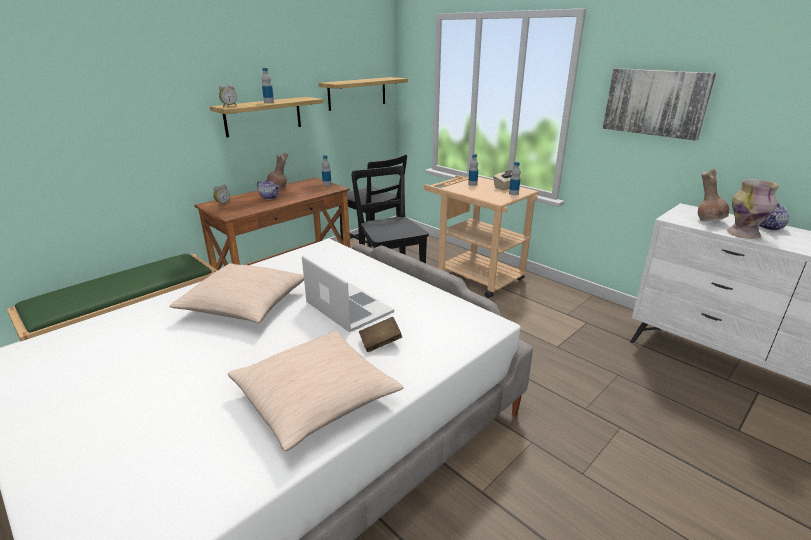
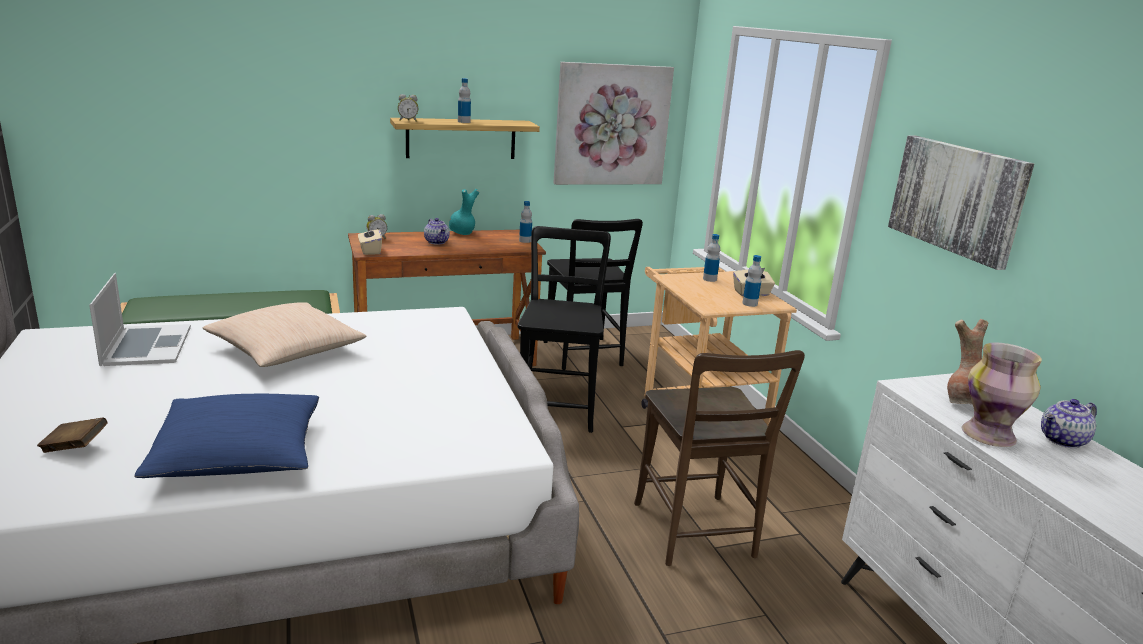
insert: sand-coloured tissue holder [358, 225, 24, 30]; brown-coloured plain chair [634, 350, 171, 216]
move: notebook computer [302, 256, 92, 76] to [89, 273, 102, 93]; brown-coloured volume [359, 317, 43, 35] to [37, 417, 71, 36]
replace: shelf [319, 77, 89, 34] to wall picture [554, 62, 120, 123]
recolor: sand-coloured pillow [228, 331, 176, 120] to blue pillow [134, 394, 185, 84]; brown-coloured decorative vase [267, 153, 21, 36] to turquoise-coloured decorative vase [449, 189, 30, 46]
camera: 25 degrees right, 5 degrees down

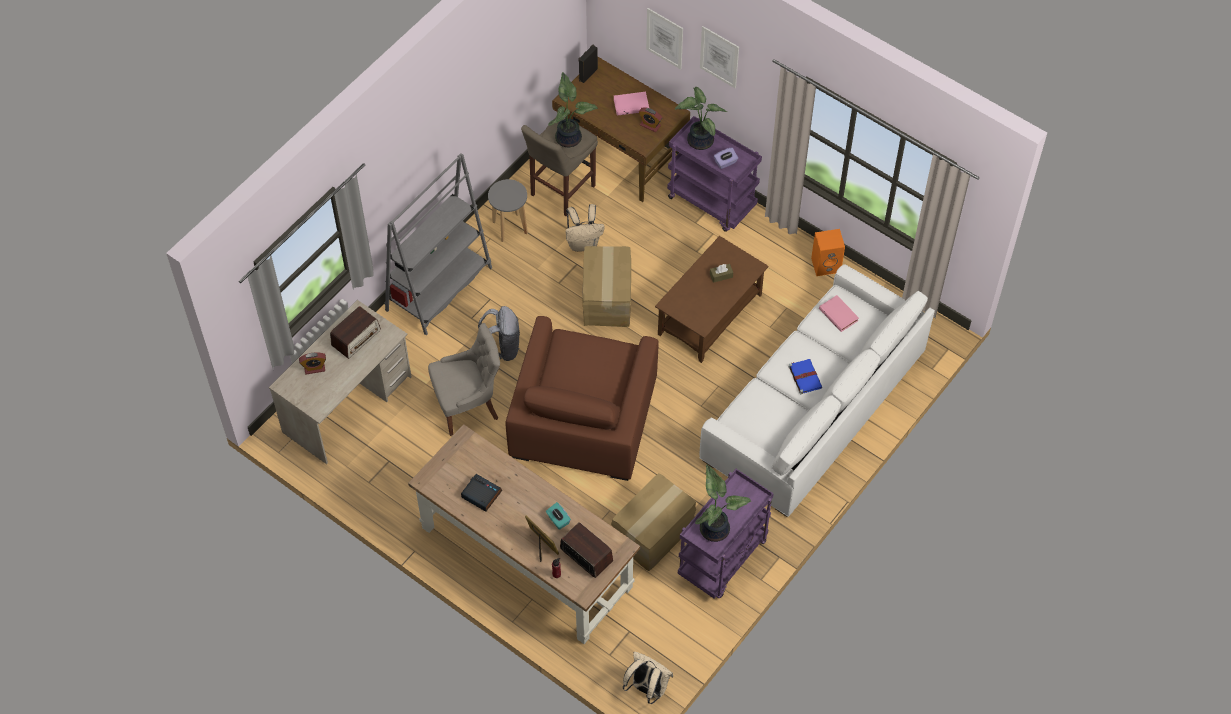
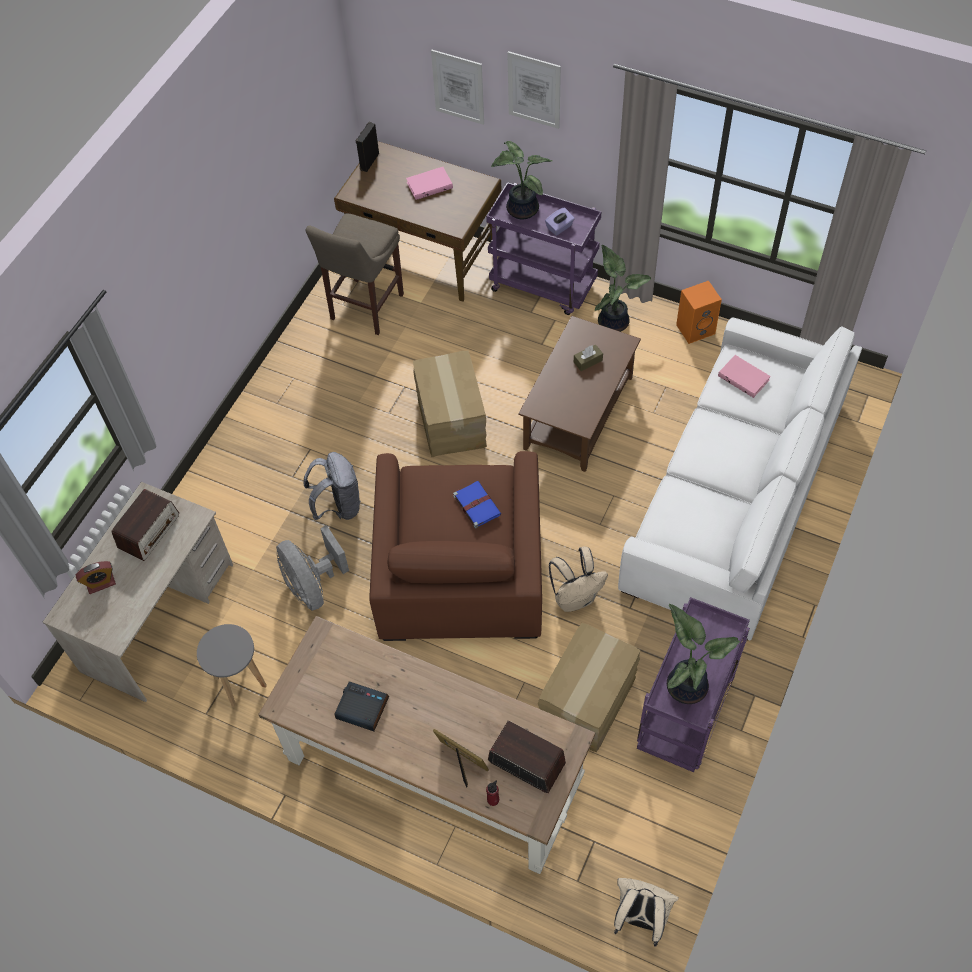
delete: grey shelving unit [384, 153, 108, 182]; turquoise-coloured tissue holder [546, 502, 25, 28]; alarm clock [639, 107, 23, 25]
move: grey sitting stool [488, 179, 40, 63] to [197, 624, 70, 83]; houseplant [548, 72, 50, 75] to [595, 245, 57, 87]; sand-coloured knapsack [566, 204, 39, 48] to [549, 547, 59, 65]; blue volume [788, 359, 34, 35] to [453, 481, 48, 48]
replace: grey plain chair [428, 323, 72, 113] to grey cooling fan [276, 525, 73, 86]
camera: 10 degrees left, 0 degrees up

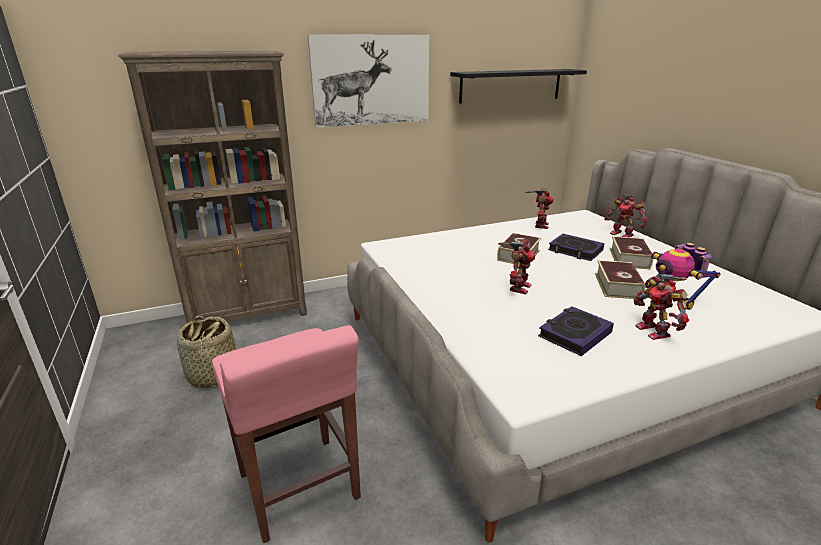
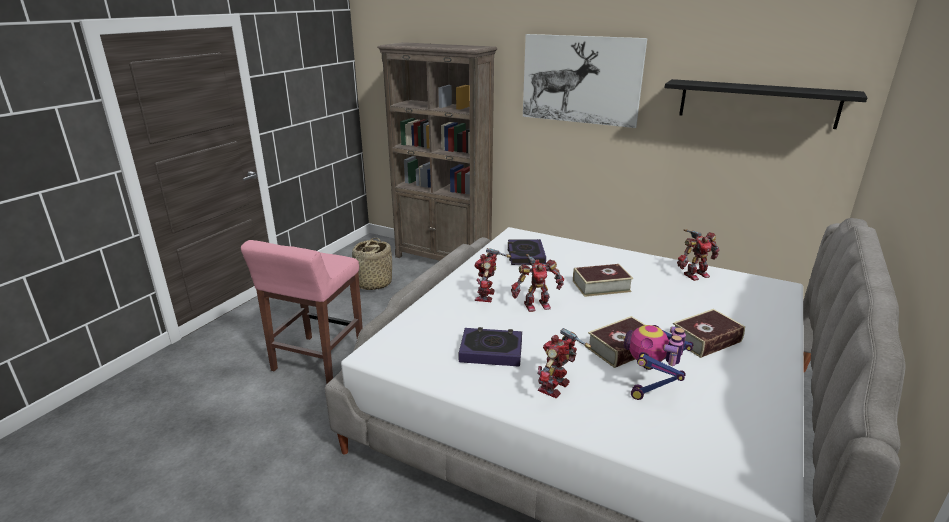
move: volume [548, 234, 56, 27] to [508, 239, 38, 26]; robot figure [604, 195, 44, 42] to [474, 248, 37, 54]
camera: 50 degrees right, 0 degrees up

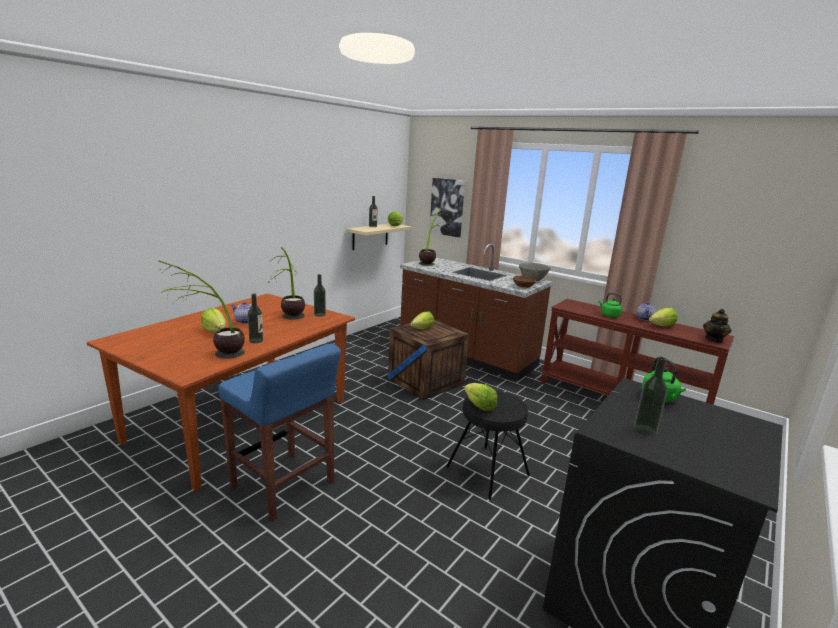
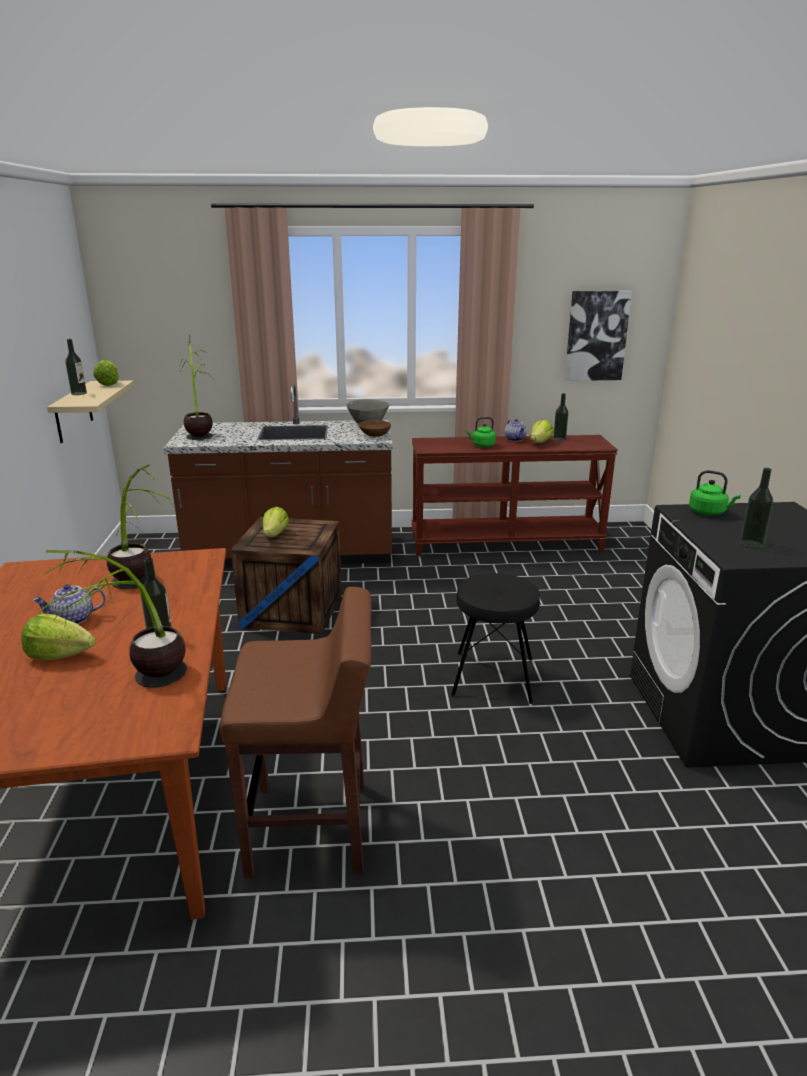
delete: head of lettuce [464, 383, 33, 28]; teapot [703, 309, 29, 34]
move: beverage bottle [314, 274, 12, 43] to [553, 393, 15, 48]; wall picture [429, 178, 36, 59] to [565, 291, 67, 90]
recolor: blue sitting stool [218, 343, 123, 178] to brown-coloured sitting stool [220, 587, 152, 291]
camera: 40 degrees left, 5 degrees up

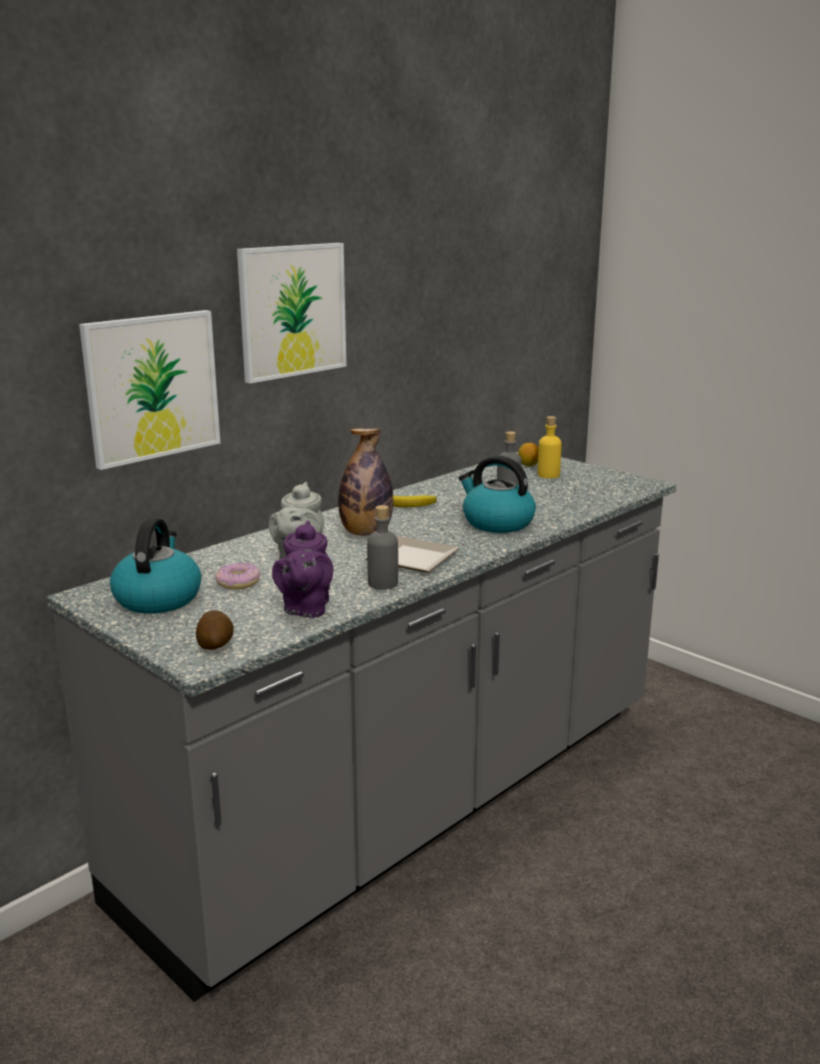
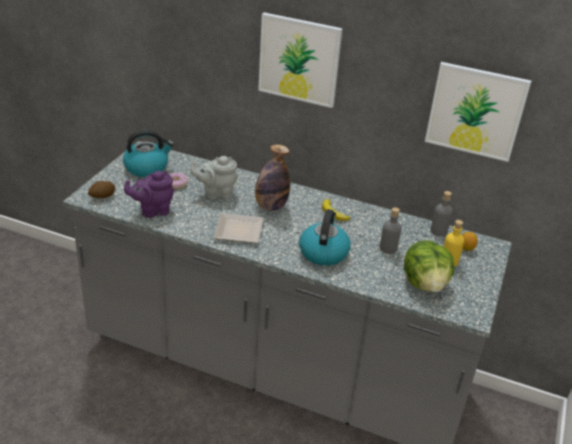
insert: head of lettuce [404, 240, 50, 53]
move: wall picture [79, 310, 141, 160] to [425, 62, 106, 100]; grey beverage bottle [367, 505, 31, 85] to [430, 191, 23, 45]
camera: 65 degrees right, 15 degrees up

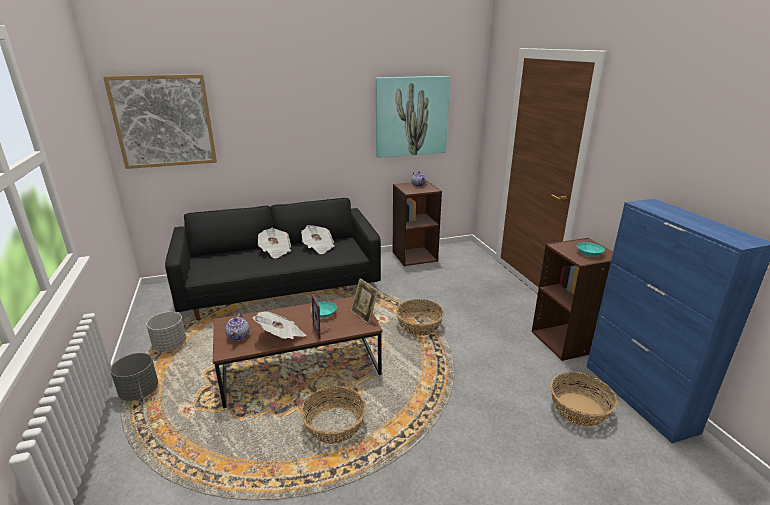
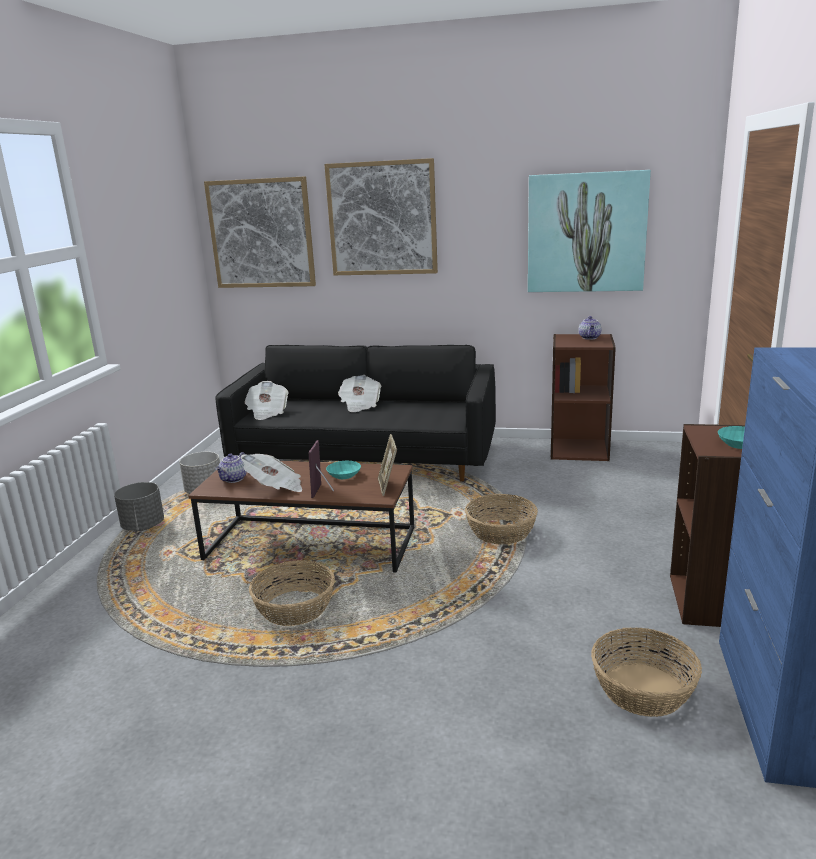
insert: wall picture [324, 158, 114, 117]
move: printed paper [301, 225, 33, 29] to [244, 381, 45, 39]
camera: 30 degrees right, 5 degrees down

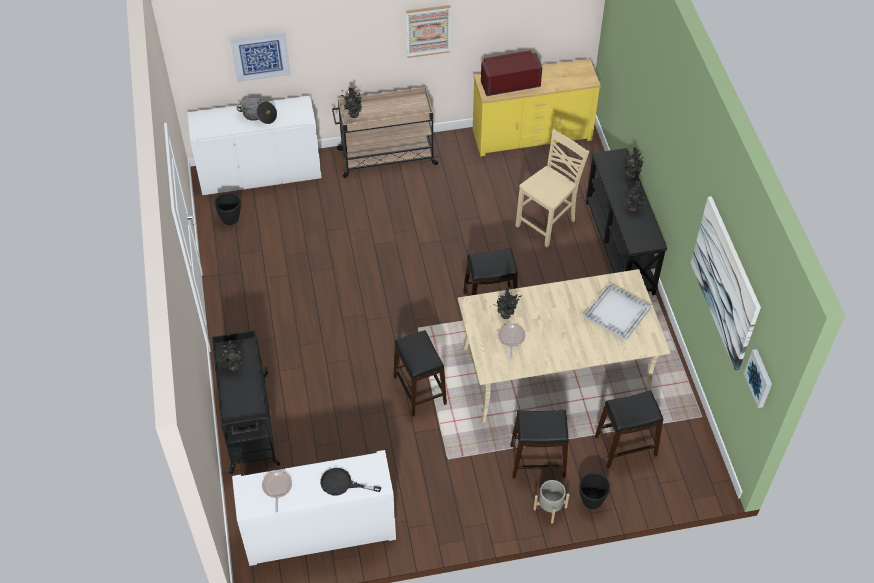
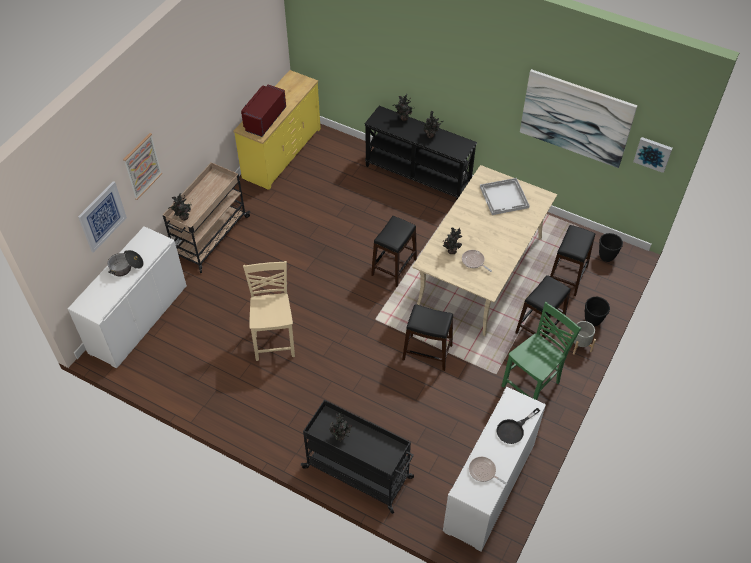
insert: greenish plain chair [502, 302, 79, 98]
move: blackish plant pot [214, 192, 27, 33] to [599, 233, 24, 29]; wall picture [406, 5, 45, 53] to [123, 133, 39, 67]; sand-coloured plain chair [516, 129, 73, 119] to [243, 261, 52, 100]
camera: 50 degrees left, 0 degrees up

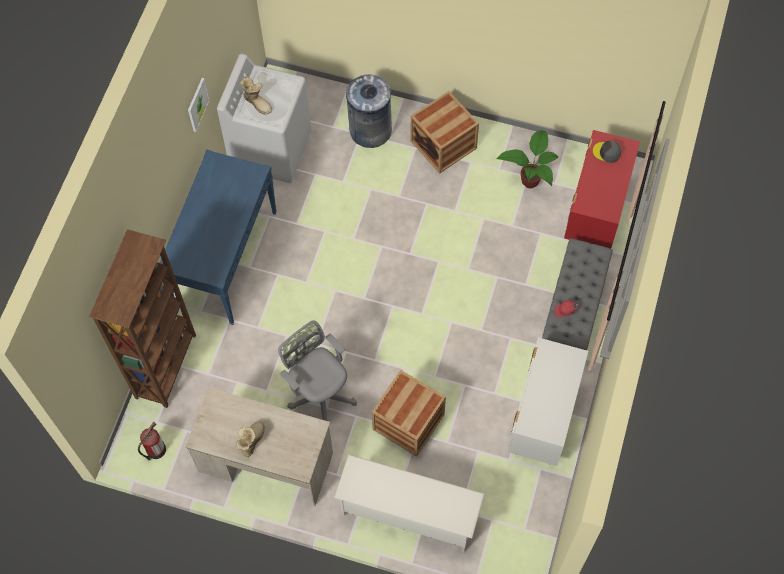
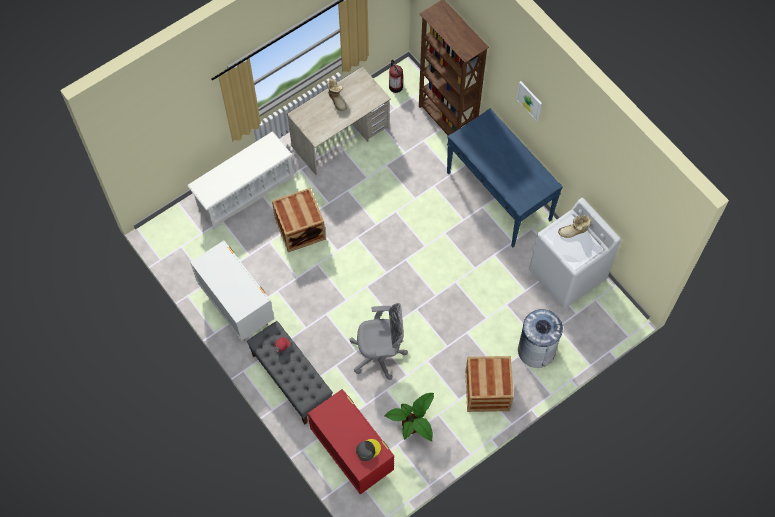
move: wall picture [188, 78, 22, 54] to [516, 81, 26, 40]; grey computer chair [278, 320, 79, 101] to [349, 303, 59, 77]
camera: 125 degrees right, 0 degrees up

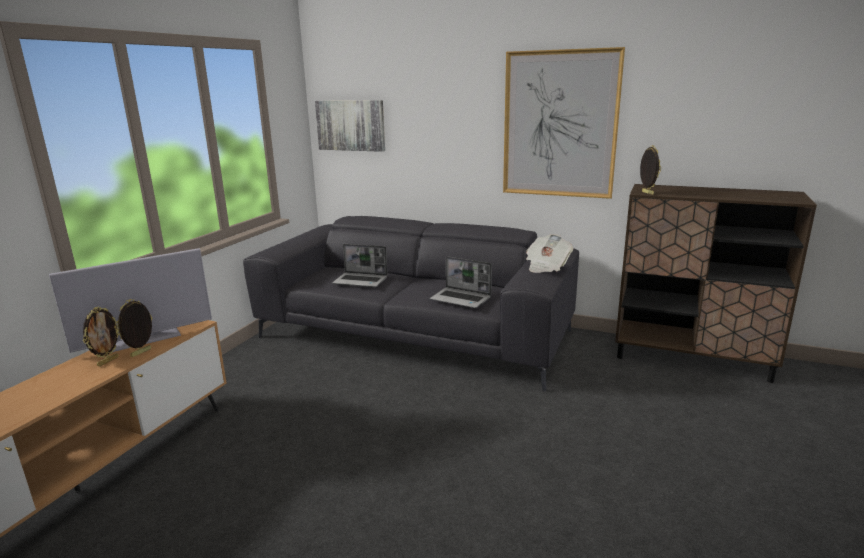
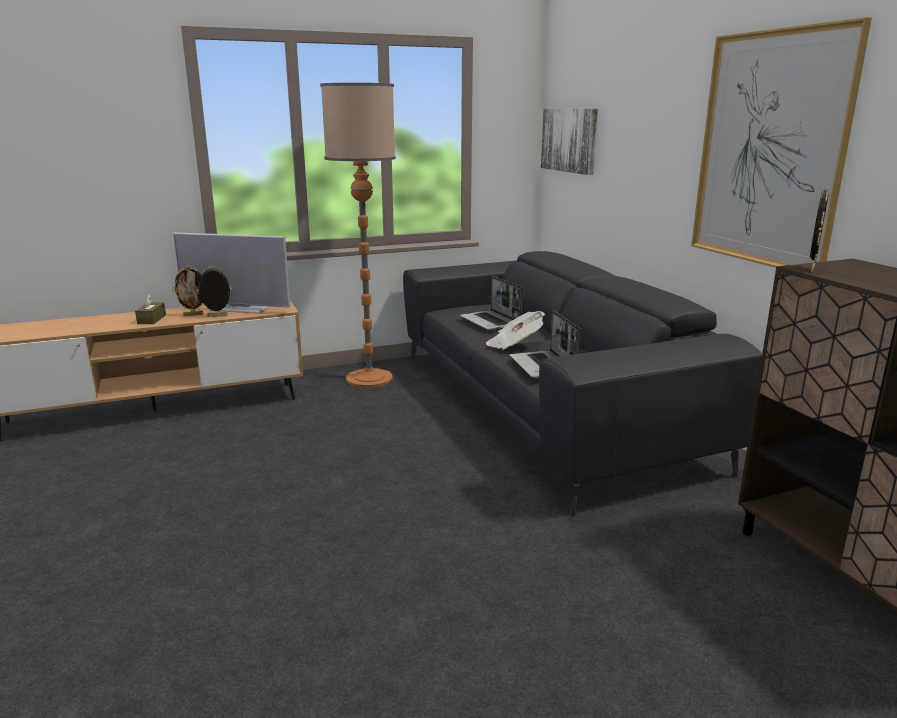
insert: brown-coloured tissue holder [135, 293, 31, 31]; standing lamp [320, 83, 76, 305]
move: printed paper [526, 234, 47, 39] to [486, 311, 59, 39]
camera: 45 degrees right, 0 degrees up

